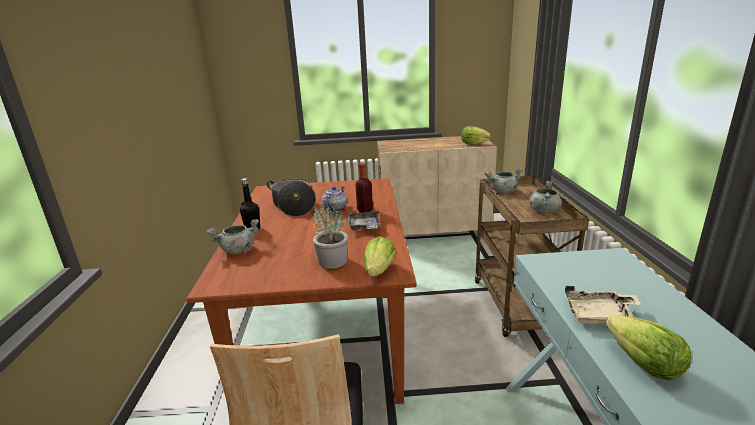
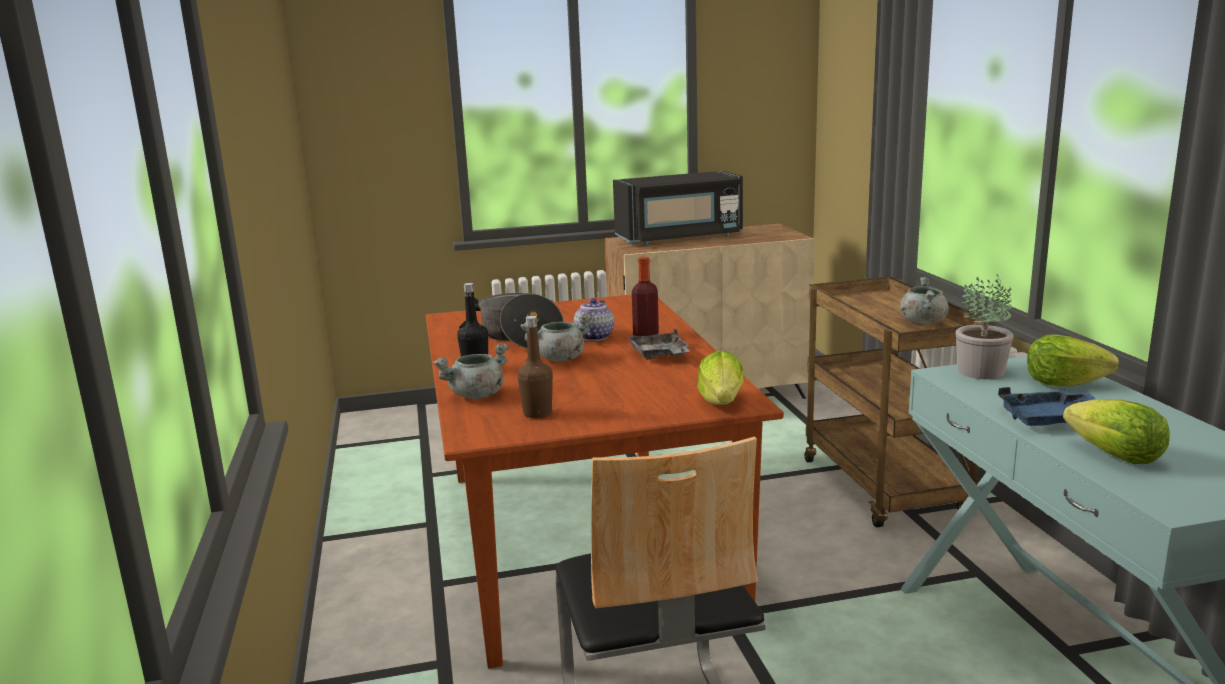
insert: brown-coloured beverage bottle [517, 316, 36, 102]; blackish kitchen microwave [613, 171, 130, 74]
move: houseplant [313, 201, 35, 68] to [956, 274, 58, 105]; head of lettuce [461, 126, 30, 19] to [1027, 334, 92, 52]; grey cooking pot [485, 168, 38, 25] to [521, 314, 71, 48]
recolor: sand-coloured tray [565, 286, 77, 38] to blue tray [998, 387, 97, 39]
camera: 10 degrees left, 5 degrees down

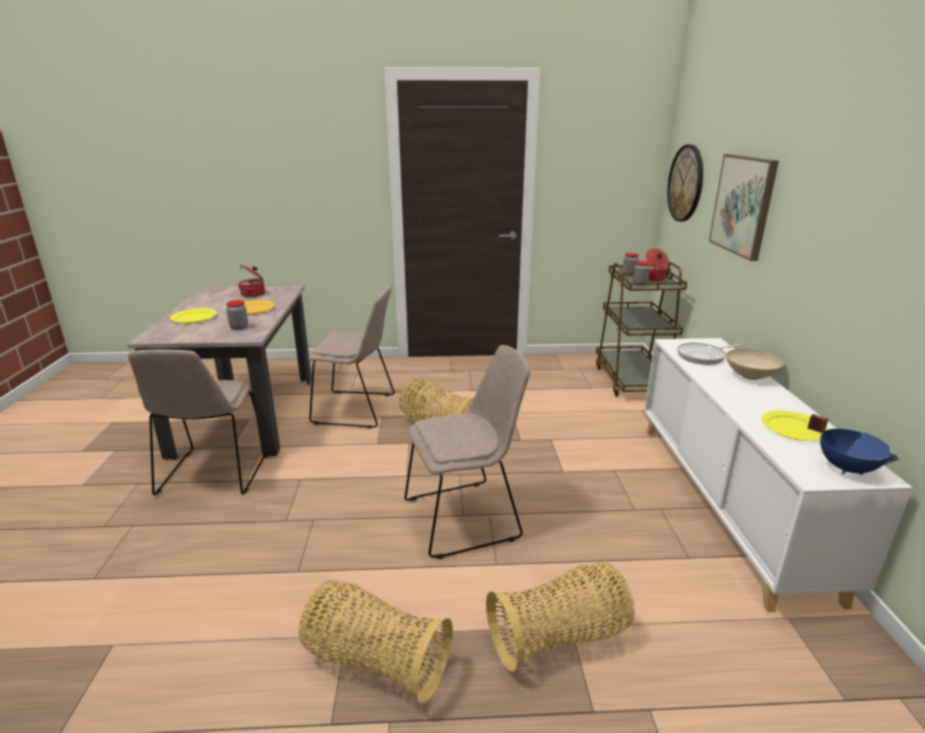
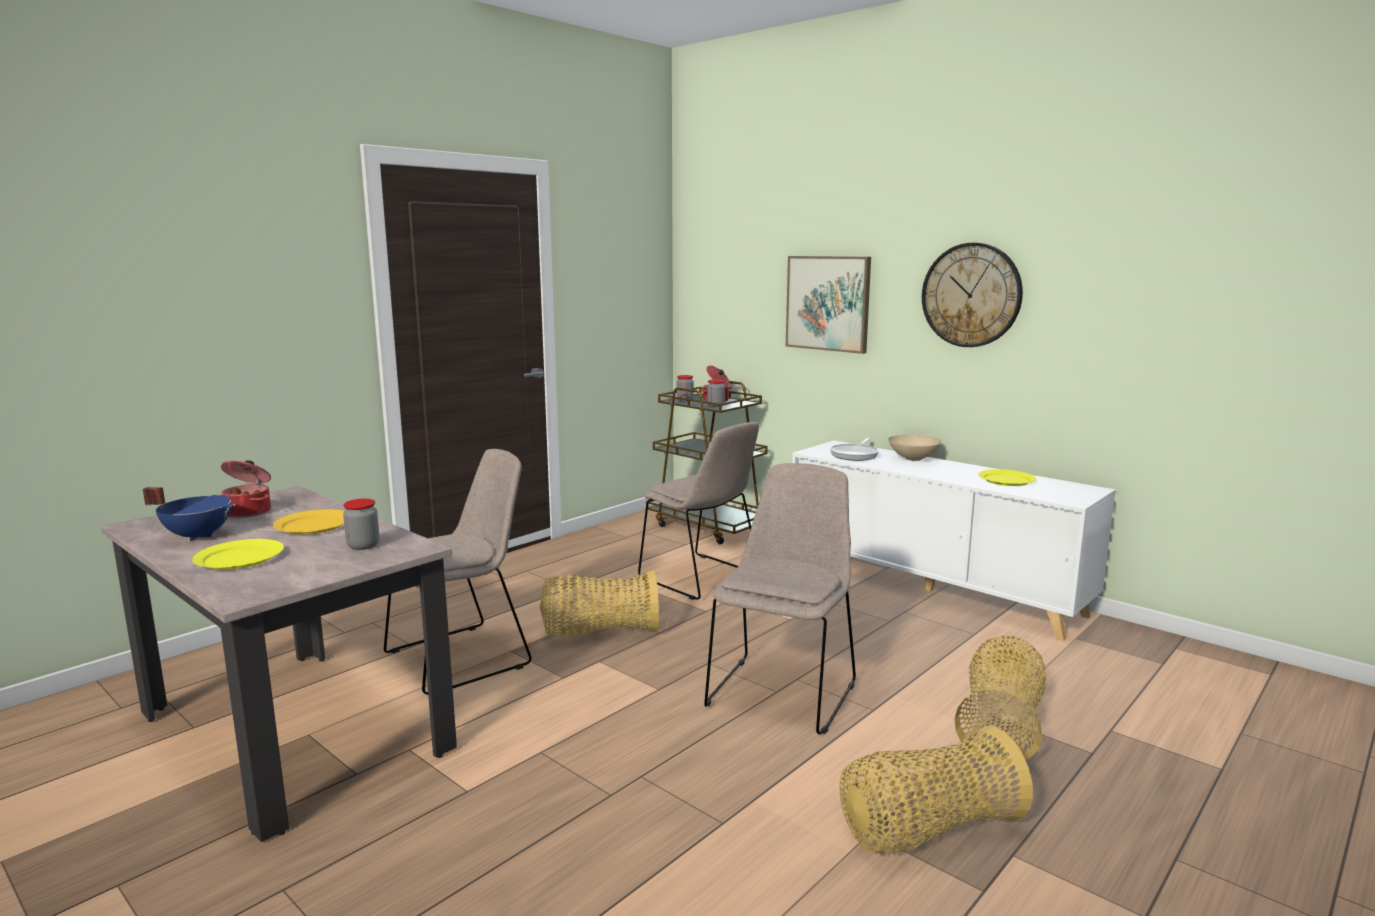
move: sand-coloured plain chair [128, 349, 137, 146] to [638, 422, 121, 178]; wall clock [667, 144, 36, 77] to [922, 243, 101, 104]; blue cooking pot [807, 414, 94, 61] to [143, 487, 93, 55]
camera: 45 degrees left, 10 degrees down

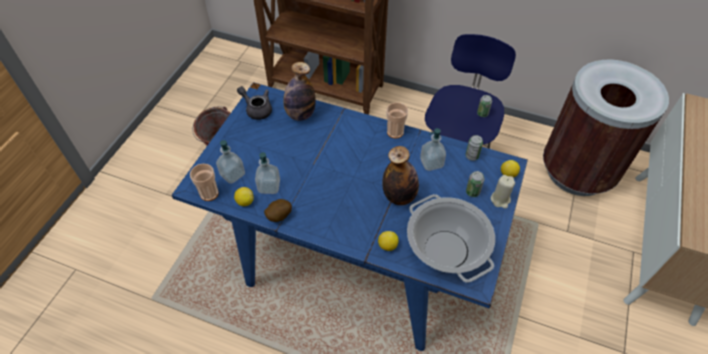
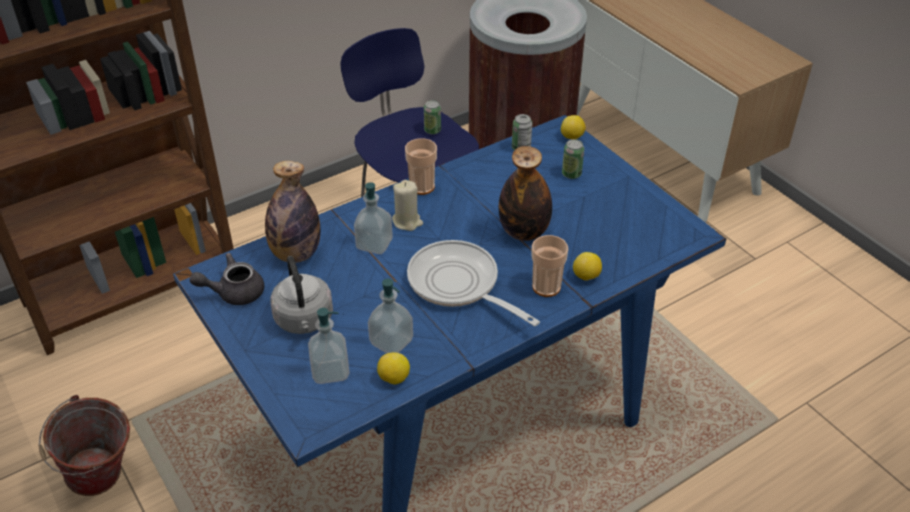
delete: spud [264, 199, 28, 23]; cooking pot [407, 194, 88, 89]
insert: grey kettle [270, 256, 63, 78]; pan [407, 240, 133, 86]
move: drinking cup [190, 164, 28, 37] to [531, 235, 37, 62]; soap bottle [420, 128, 26, 43] to [354, 182, 39, 72]; sand-coloured wax candle [491, 175, 24, 34] to [392, 180, 31, 51]
camera: 55 degrees left, 10 degrees down

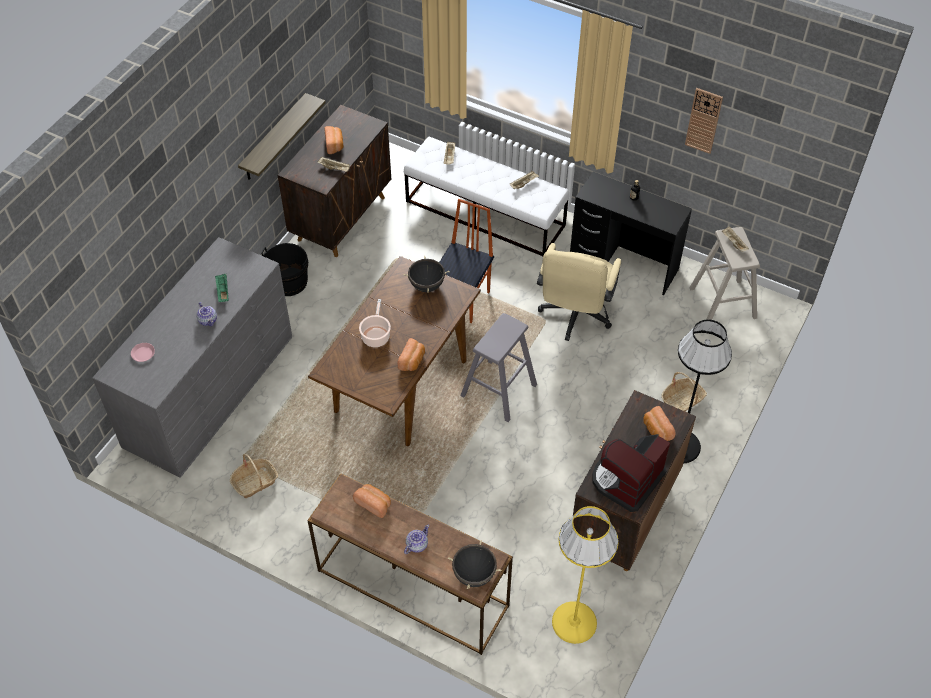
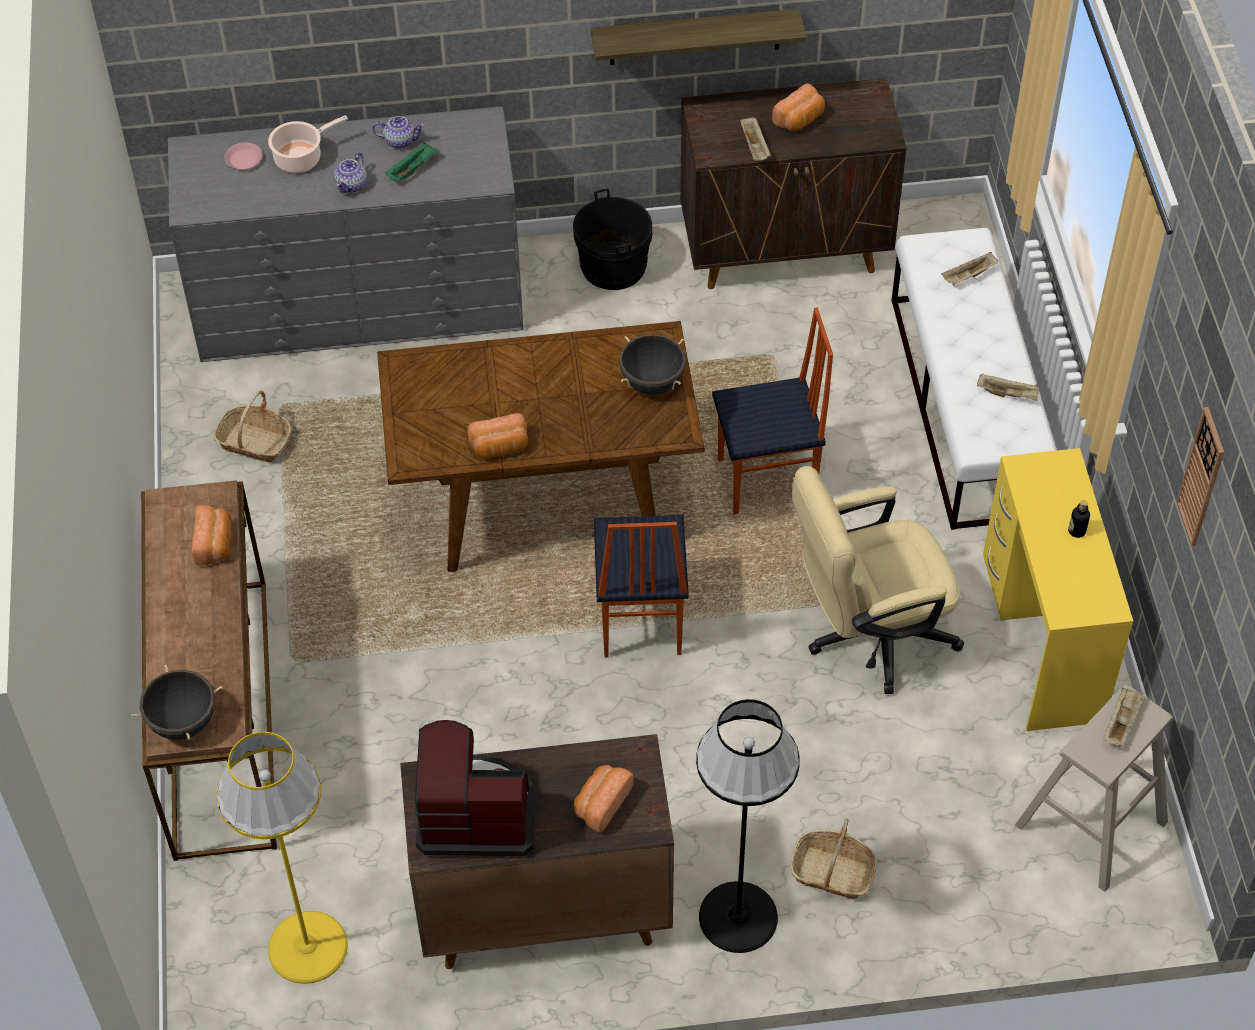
move: cooking pot [359, 299, 32, 48] to [268, 115, 80, 58]; teapot [404, 525, 25, 29] to [372, 116, 53, 33]
replace: grey sitting stool [460, 313, 77, 109] to plain chair [594, 515, 95, 143]
recolor: blackish desk table [570, 172, 122, 123] to yellow-coloured desk table [983, 448, 150, 283]
camera: 55 degrees right, 0 degrees up

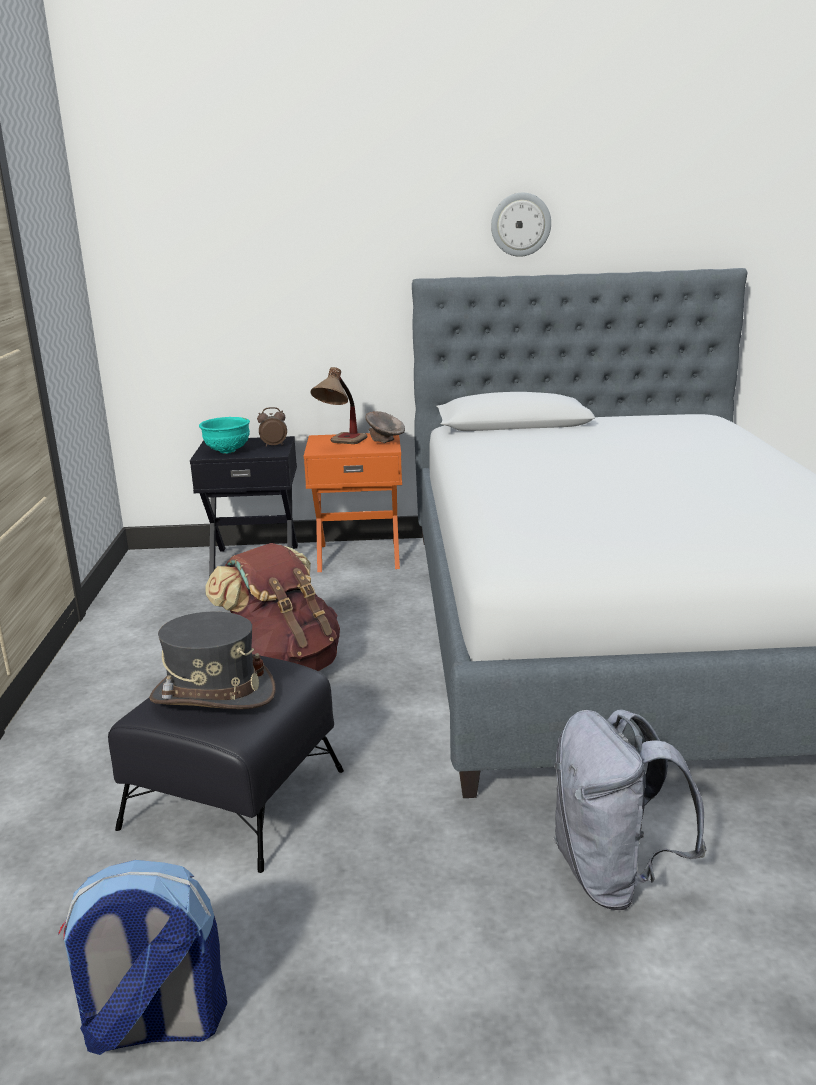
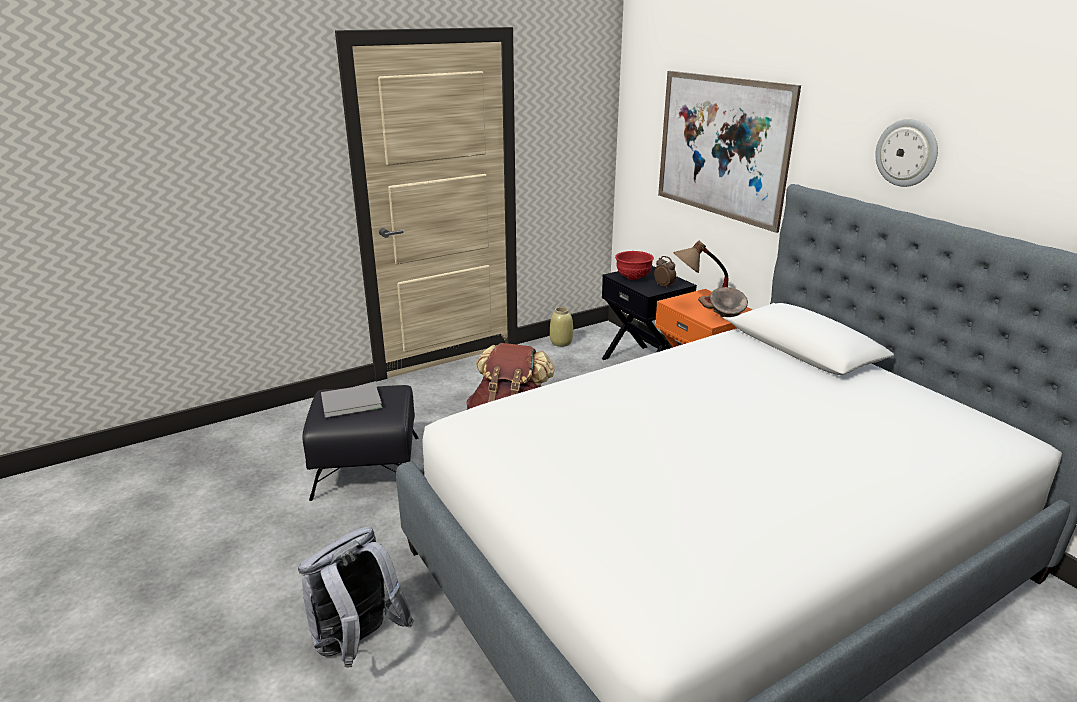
delete: knapsack [58, 860, 169, 195]
insert: sand-coloured decorative vase [550, 307, 23, 40]; wall picture [658, 71, 143, 162]
replace: grey hat [149, 612, 127, 97] to grey volume [321, 384, 61, 34]
recolor: turquoise-coloured deep dish [199, 417, 51, 37] to reddish deep dish [615, 251, 39, 29]
camera: 60 degrees right, 5 degrees up

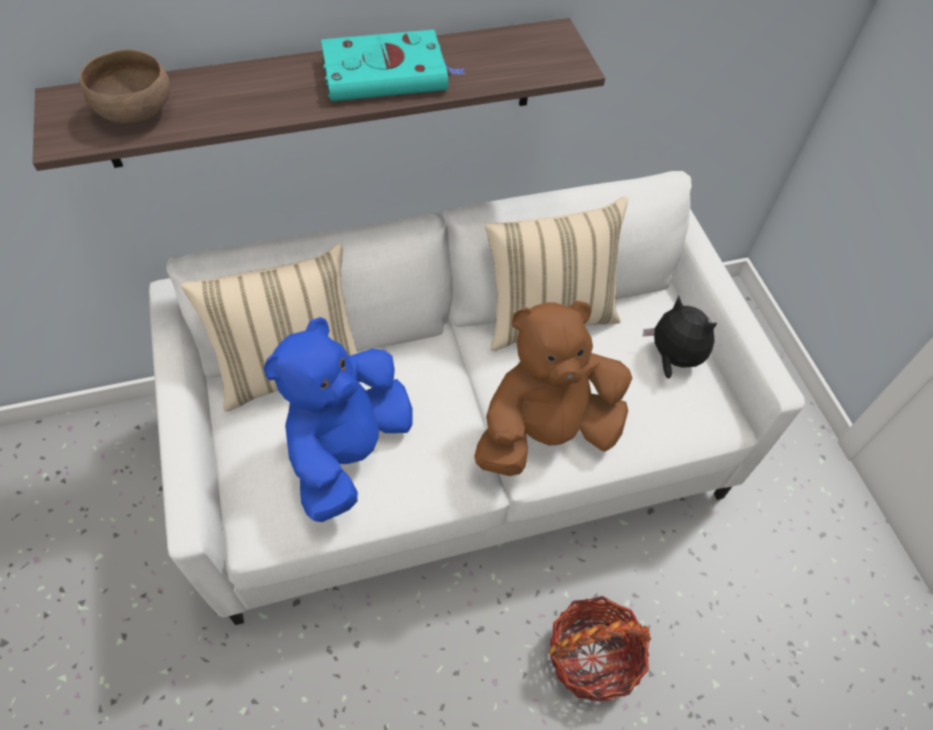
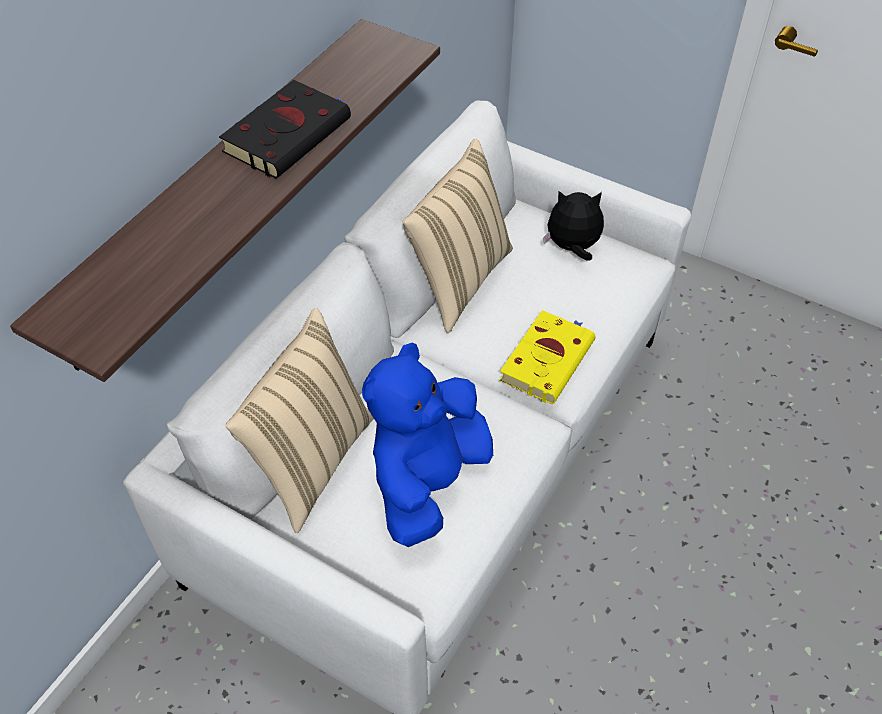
delete: brown-coloured deep dish [79, 49, 91, 75]; basket [549, 596, 102, 106]
replace: brown-coloured plush toy [474, 300, 158, 176] to yellow-coloured volume [499, 310, 97, 94]
recolor: turquoise-coloured volume [321, 30, 145, 72] to blackish volume [219, 80, 132, 99]
rotate: blue plush toy [264, 317, 148, 205] = [362, 342, 131, 205] 45 degrees clockwise
camera: 40 degrees left, 5 degrees down

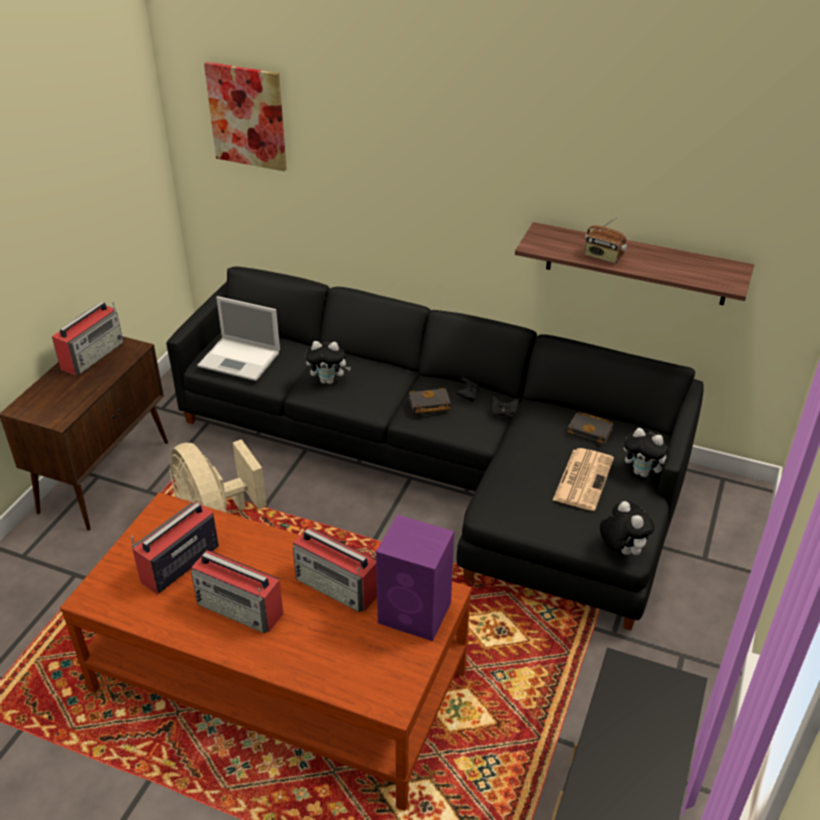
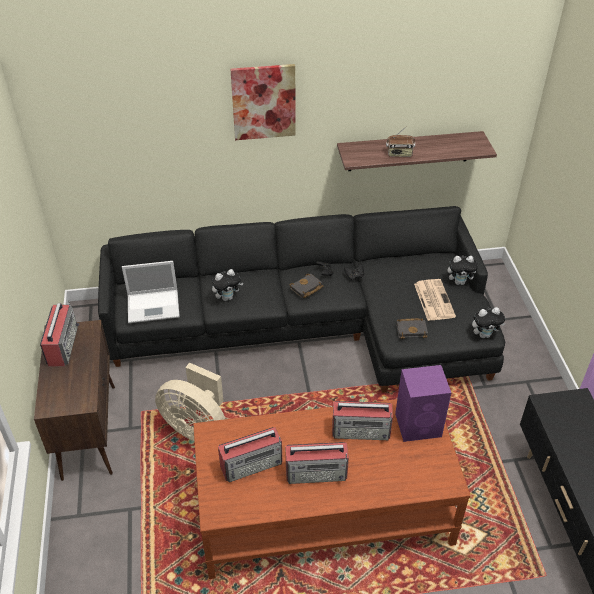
move: wall picture [204, 62, 83, 109] to [230, 64, 65, 76]; blackish volume [567, 412, 46, 32] to [396, 318, 32, 21]
rotate: radio set [131, 502, 88, 93] = [218, 427, 64, 55] 120 degrees counterclockwise; plush toy [600, 501, 54, 54] = [472, 307, 33, 31] 135 degrees clockwise
camera: 30 degrees left, 5 degrees up

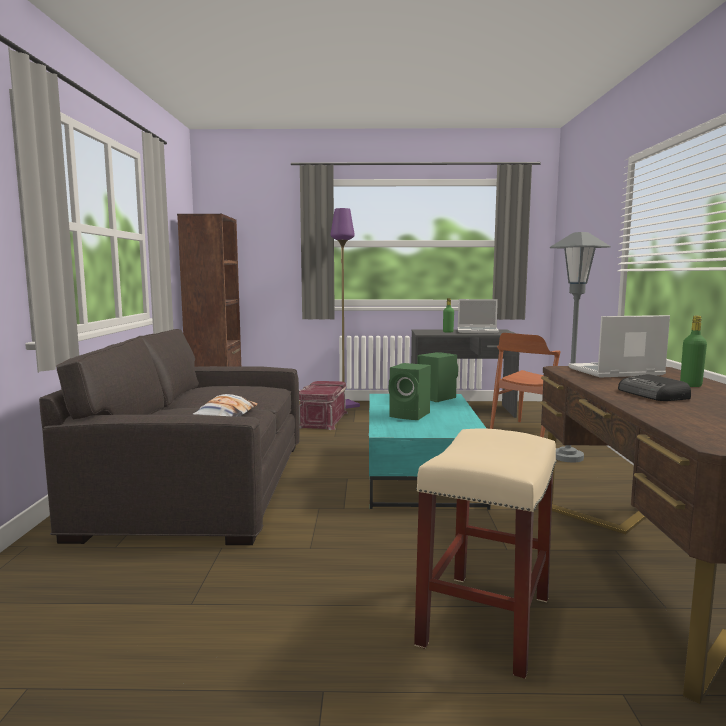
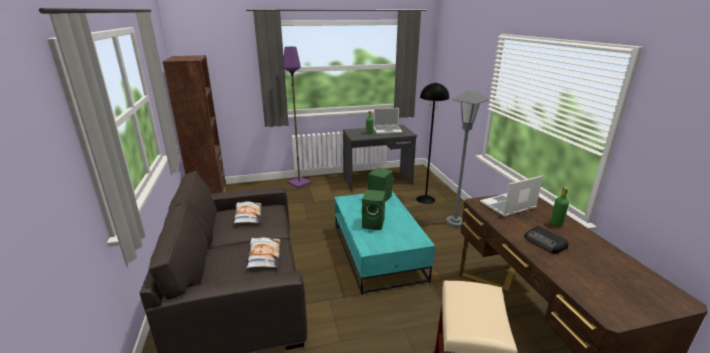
delete: reddish storage box [299, 381, 49, 49]
insert: pillow [233, 201, 28, 22]
replace: brown-coloured plain chair [490, 333, 71, 105] to blackish standing lamp [416, 82, 33, 122]
camera: 15 degrees left, 15 degrees up

